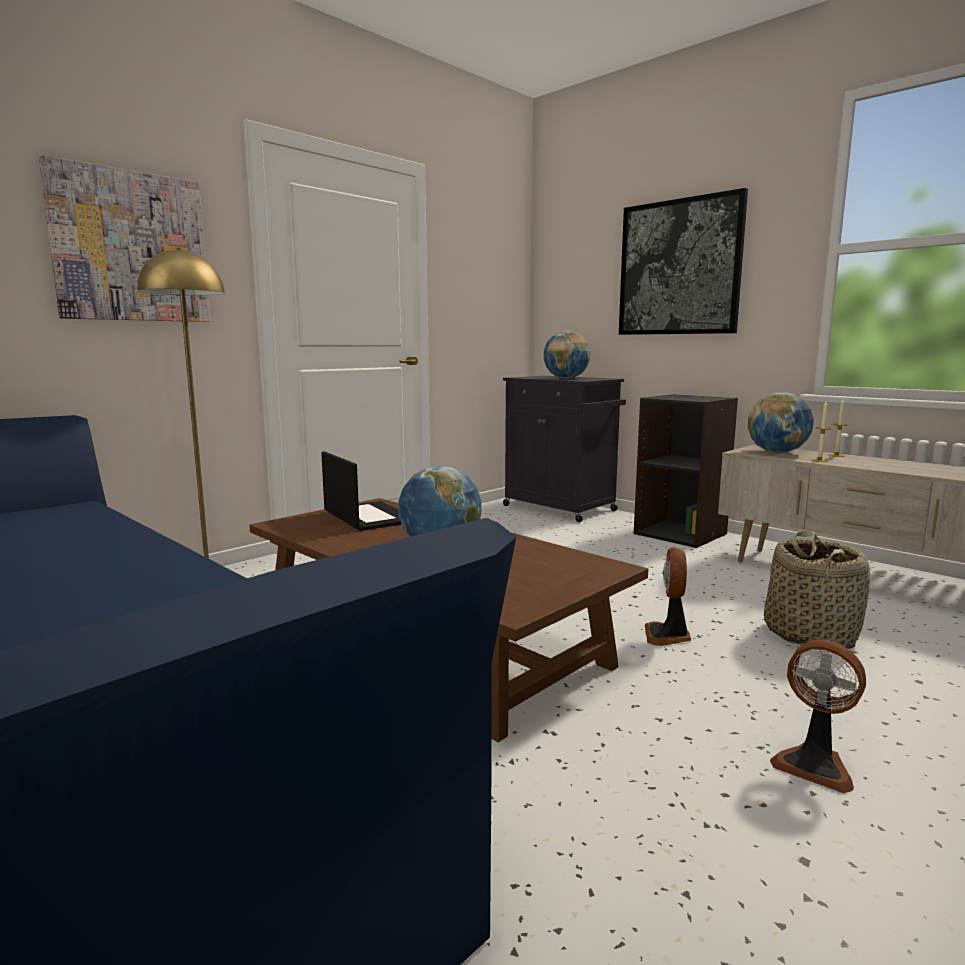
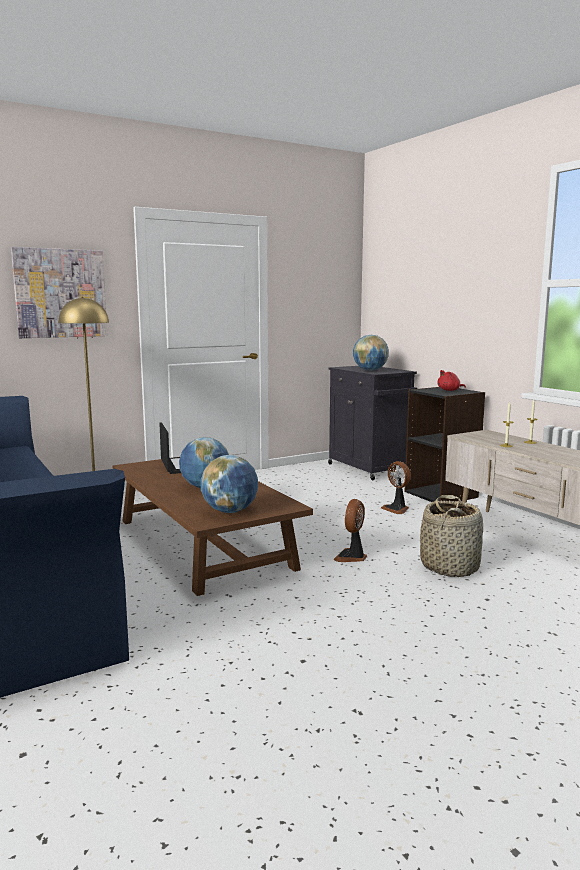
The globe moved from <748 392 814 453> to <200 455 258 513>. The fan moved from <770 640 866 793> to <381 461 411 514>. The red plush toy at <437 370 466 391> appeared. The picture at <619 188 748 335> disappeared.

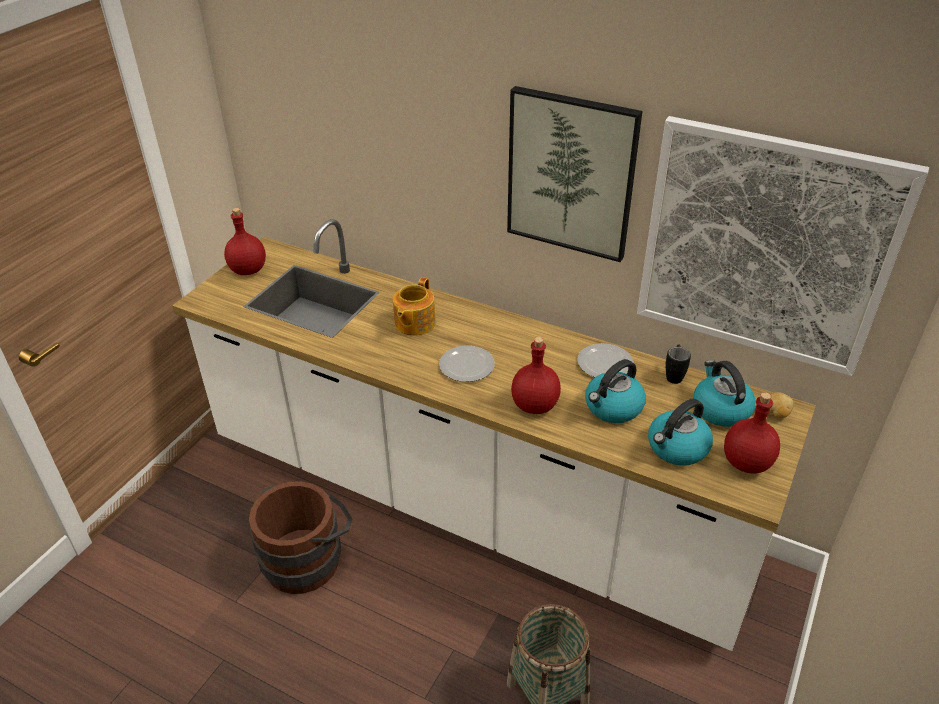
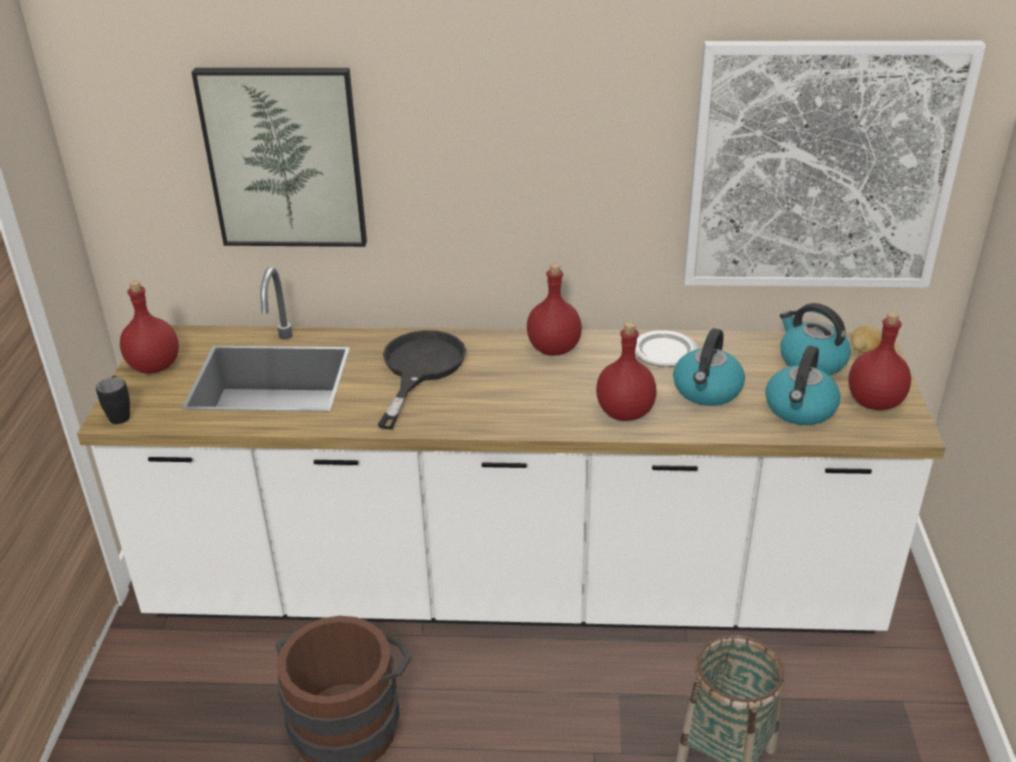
The black mug moved from <665 344 691 384> to <96 376 130 424>. The picture moved from <507 86 642 262> to <191 68 367 247>. The teapot at <393 277 436 336> was replaced by the black frying pan at <378 330 466 429>. The red bottle at <527 263 582 356> appeared. The plate at <439 345 495 382> disappeared.

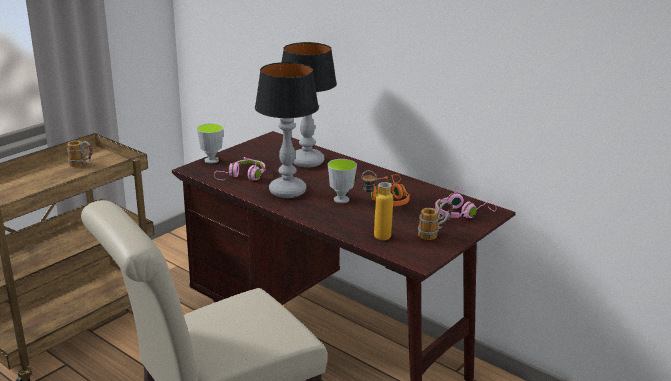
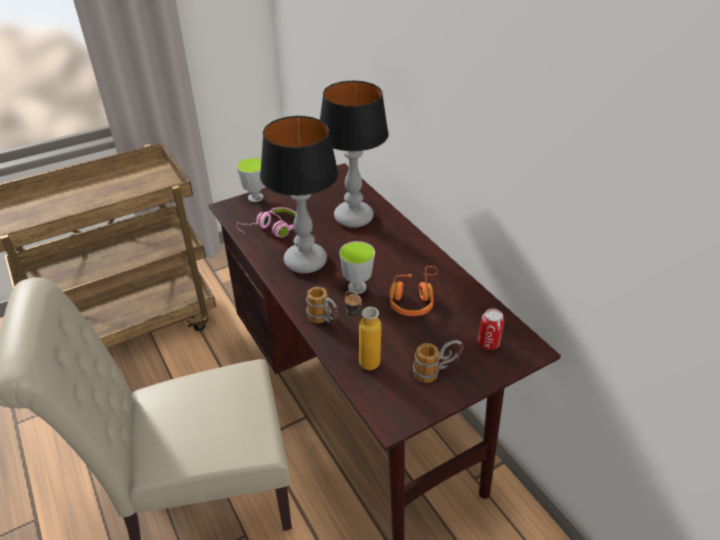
The mug moved from <67 140 93 167> to <306 287 339 324>. The pink headphones at <435 186 496 218> was replaced by the can at <478 308 504 350>.

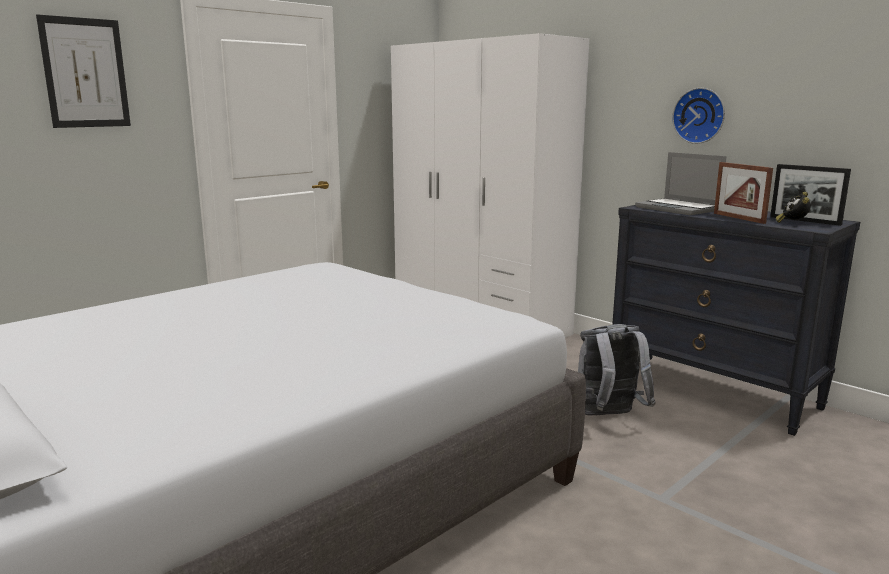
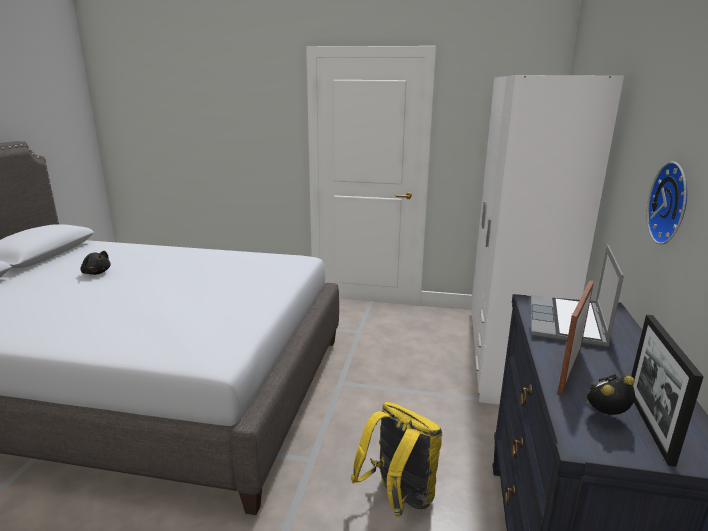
The black plush toy at <80 251 111 275> appeared. The grey backpack at <578 324 656 416> became the yellow backpack at <351 402 443 518>. The picture at <36 14 131 128> disappeared.

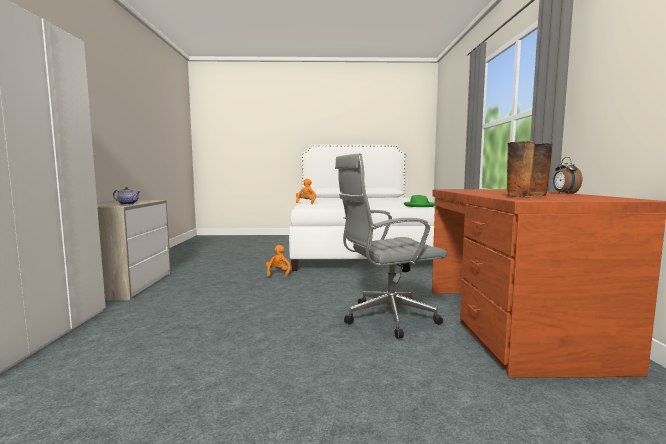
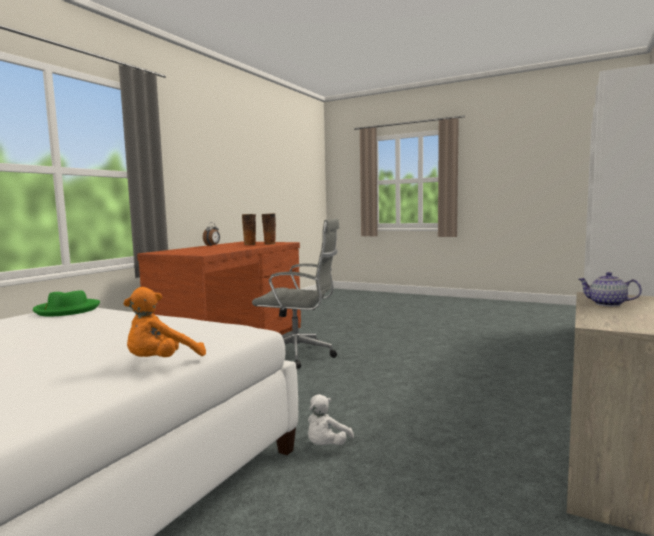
The orange plush toy at <266 245 291 278> became the white plush toy at <308 394 354 445>.

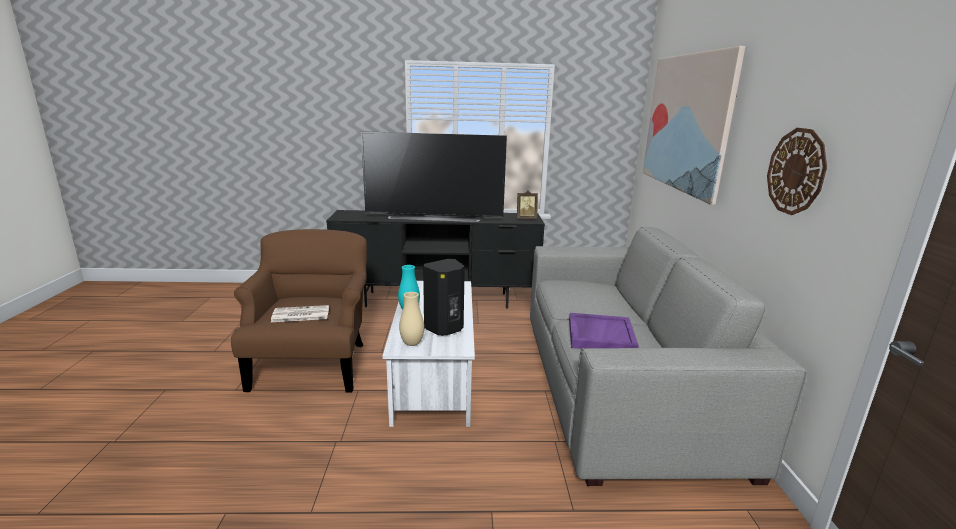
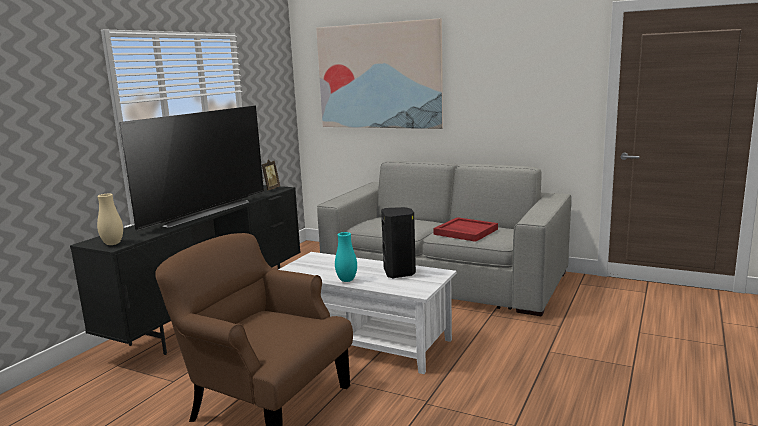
The beige vase moved from <399 292 424 346> to <97 194 123 245>. The purple tray at <569 313 639 349> became the red tray at <433 217 498 242>. The newspaper at <271 305 329 322> disappeared. The wall clock at <767 128 827 215> disappeared.

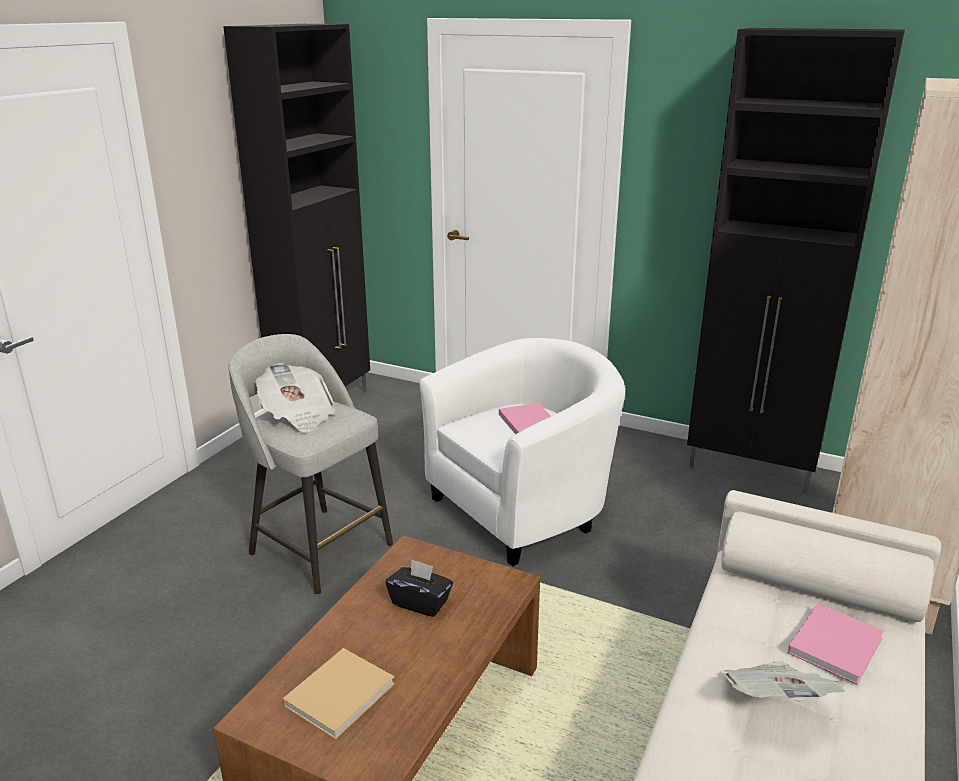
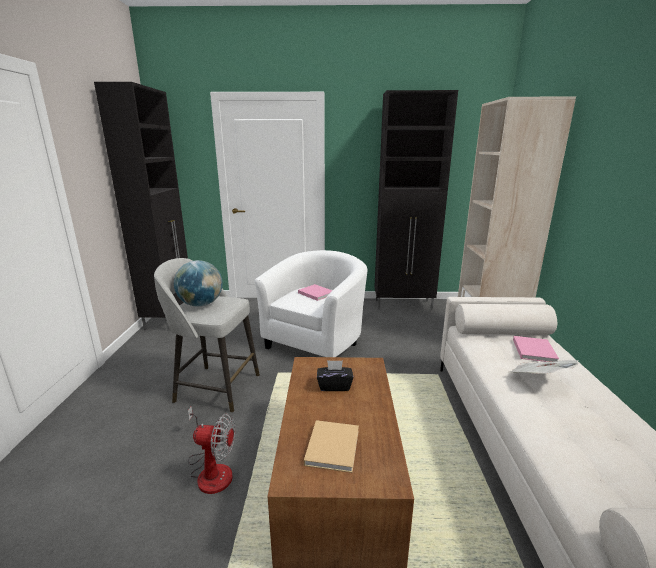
The newspaper at <255 363 336 433> was replaced by the globe at <174 260 223 307>. The fan at <188 406 235 494> appeared.

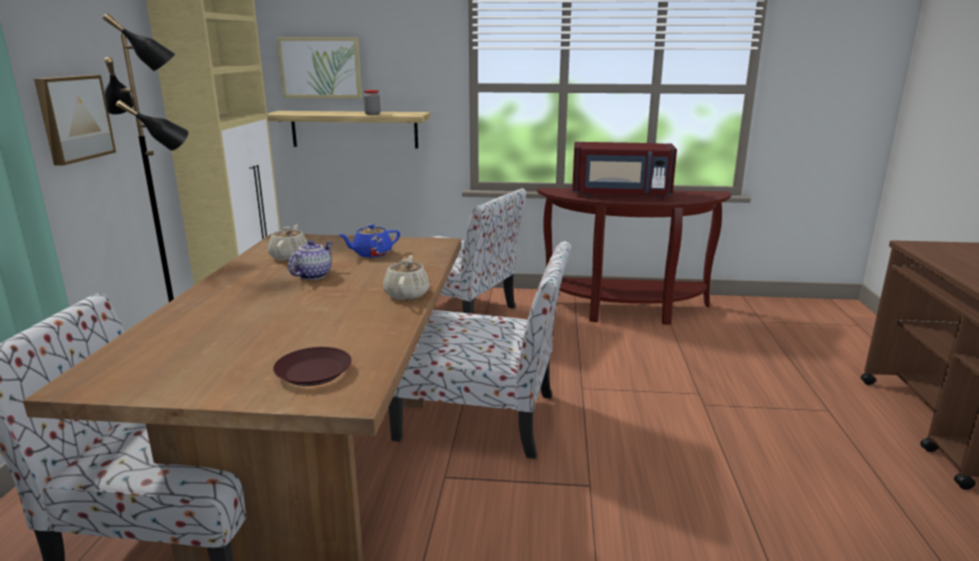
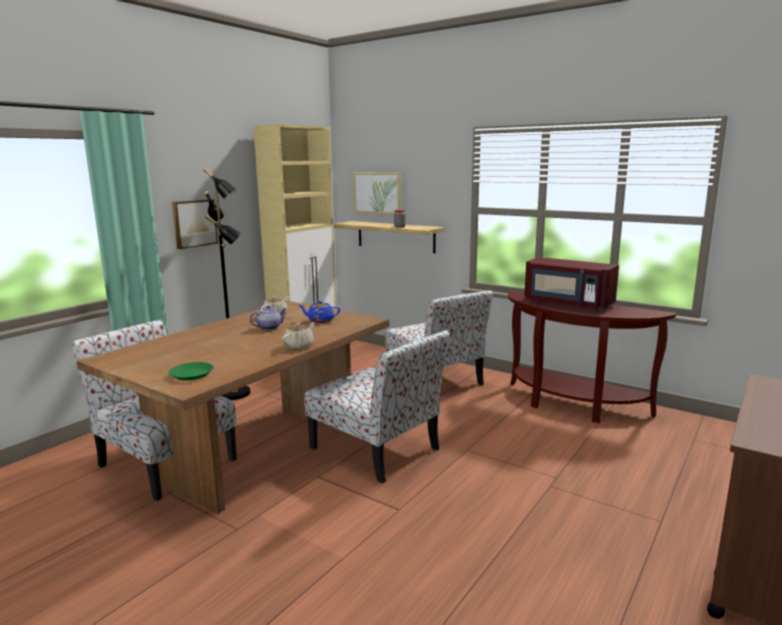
The brown plate at <273 347 352 386> became the green plate at <168 362 214 381>.

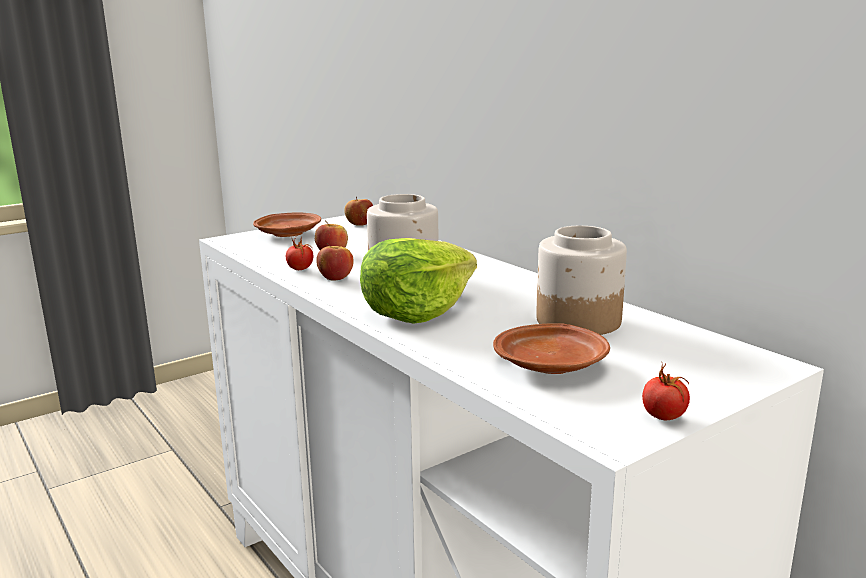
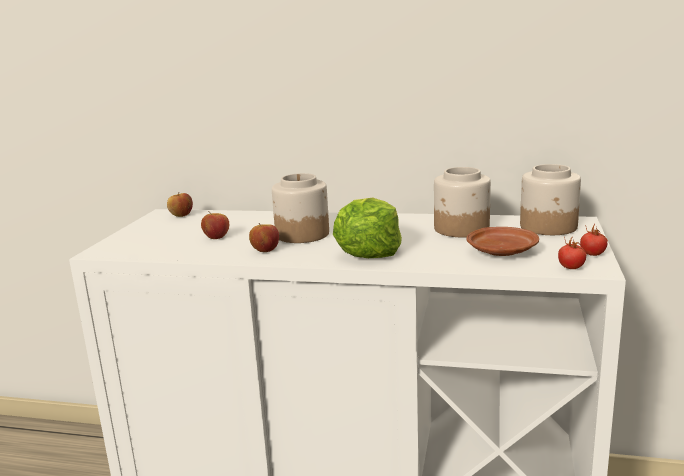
The jar at <520 164 581 235> appeared. The tomato moved from <286 237 314 270> to <558 236 587 269>. The brown plate at <253 212 321 237> disappeared.

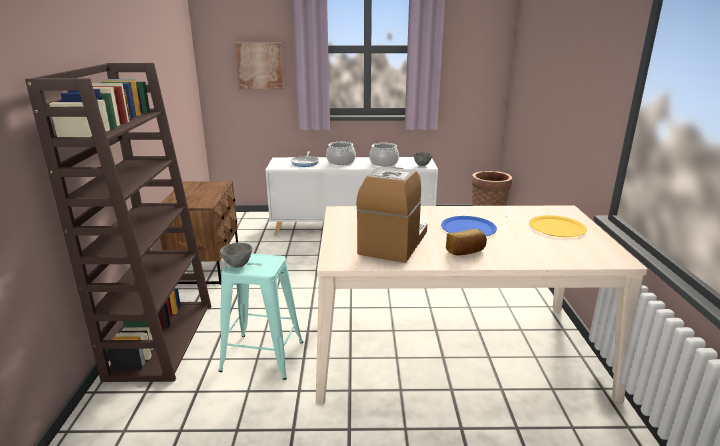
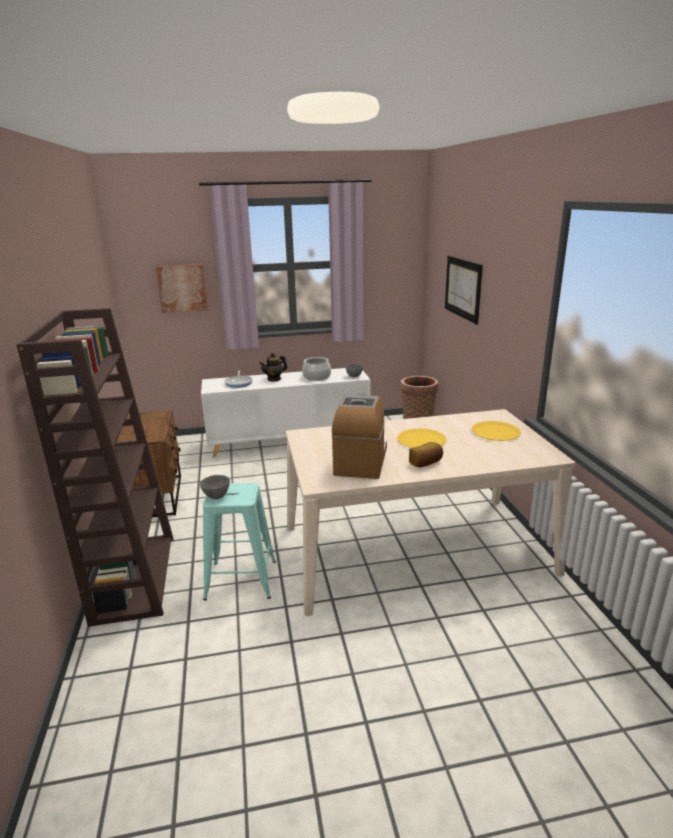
The cooking pot at <326 142 356 165> was replaced by the teapot at <259 353 287 381>. The blue plate at <441 216 497 236> became the yellow plate at <397 428 447 448>. The picture at <445 256 483 325> appeared.

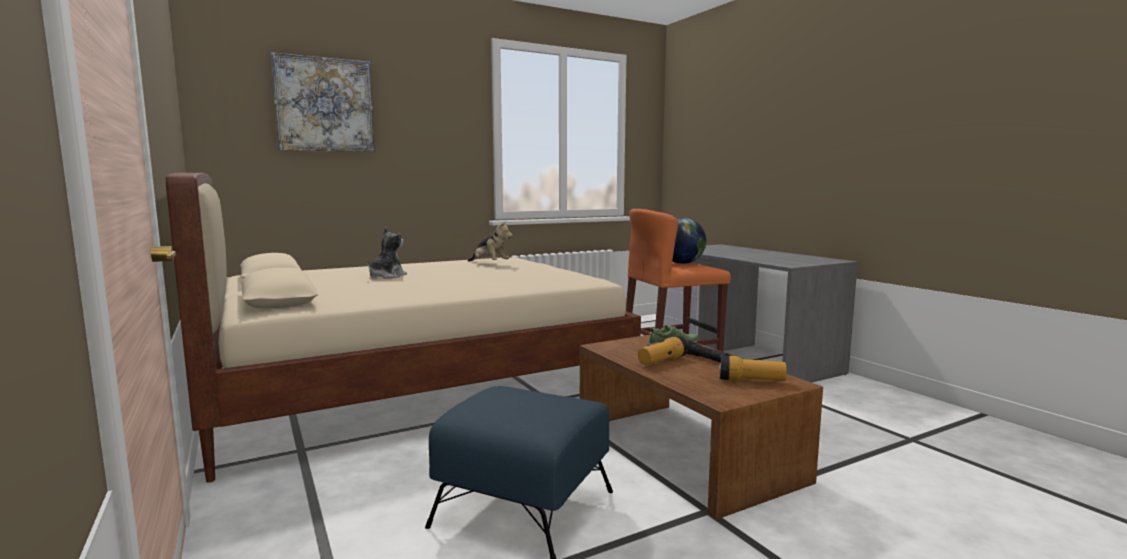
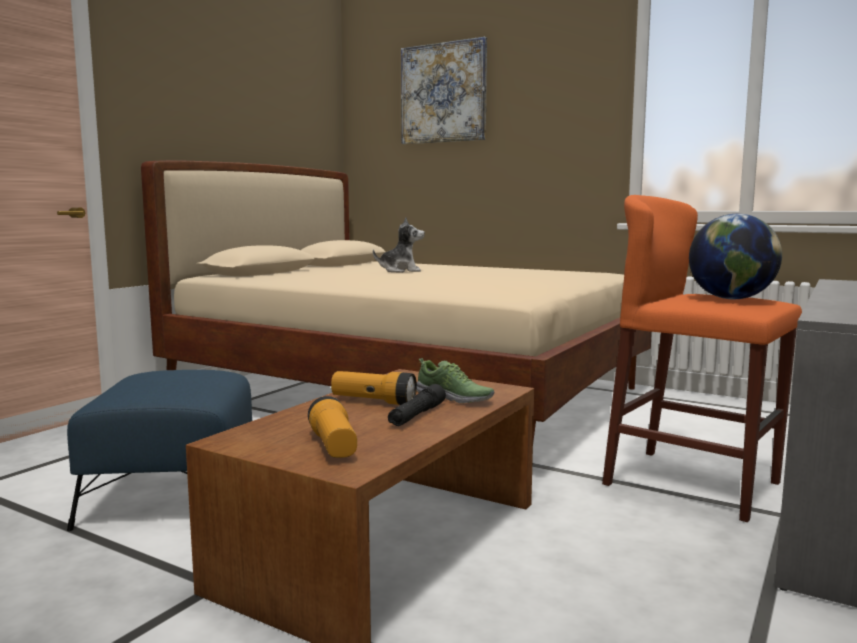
The plush toy at <468 221 513 262> disappeared.

